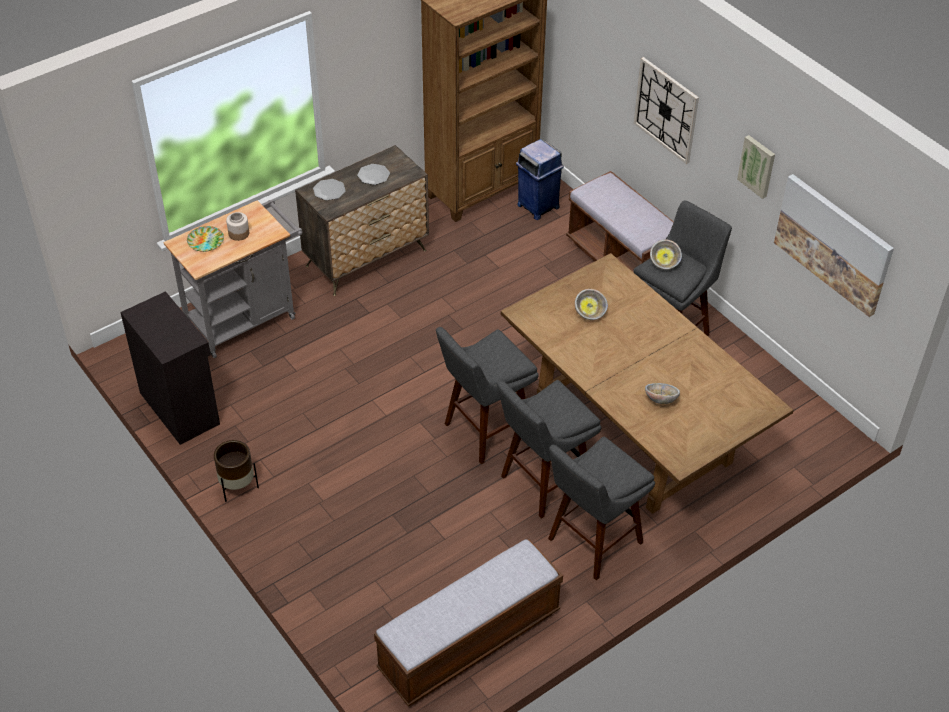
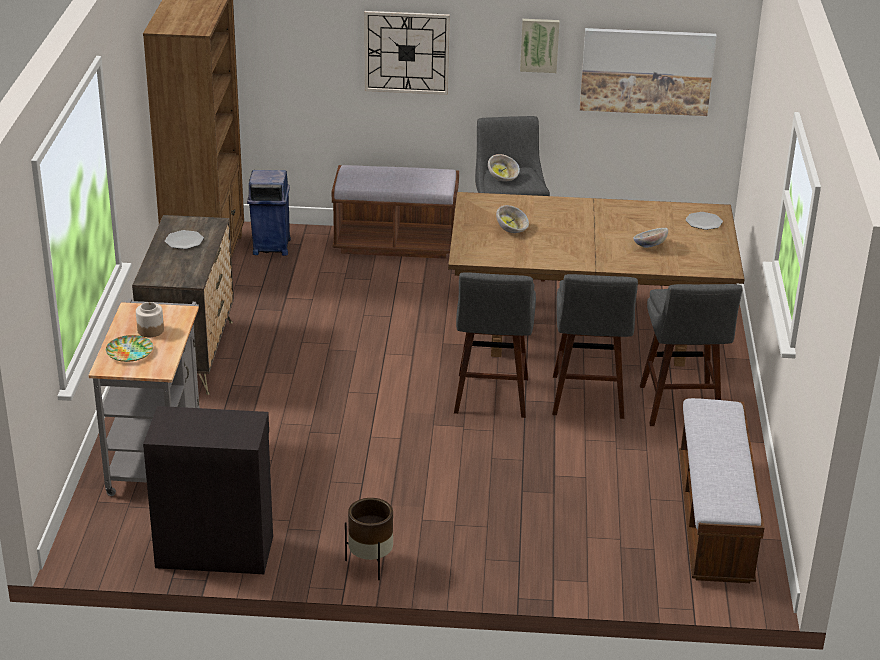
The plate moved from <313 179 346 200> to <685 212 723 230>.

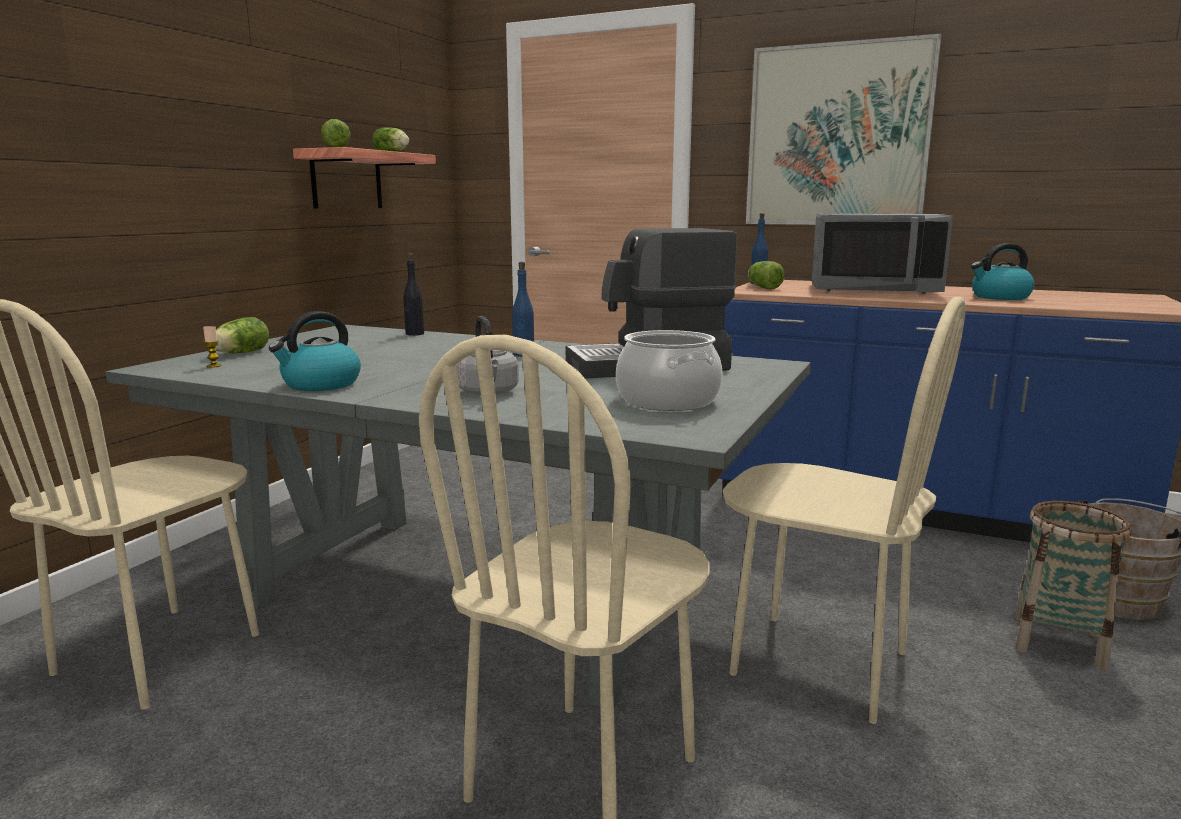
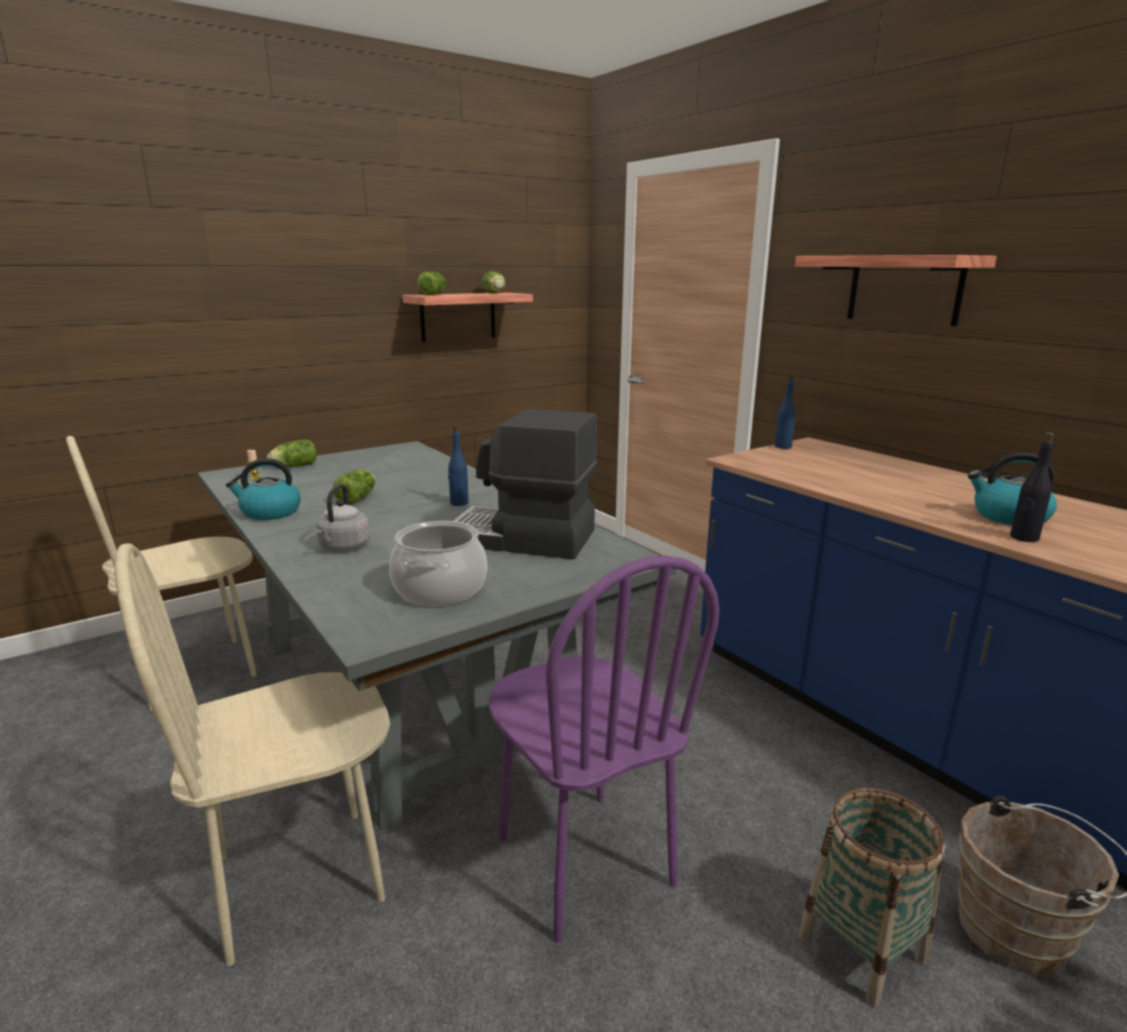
The lettuce moved from <748 261 784 290> to <333 469 376 504>. The beige chair at <722 297 966 724> became the purple chair at <489 555 719 943>. The picture at <746 34 942 225> was replaced by the shelf at <795 255 997 326>. The black bottle moved from <403 253 424 336> to <1010 432 1054 542>. The grey microwave at <811 214 953 294> disappeared.

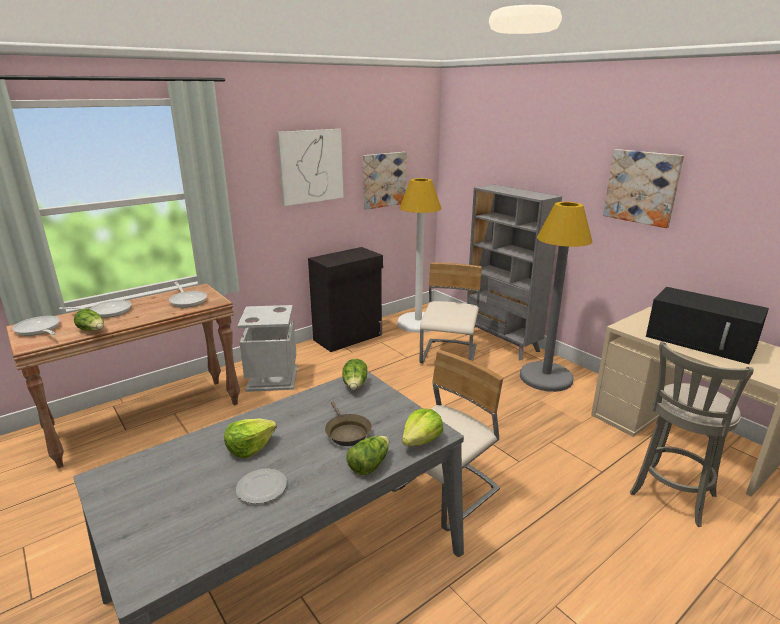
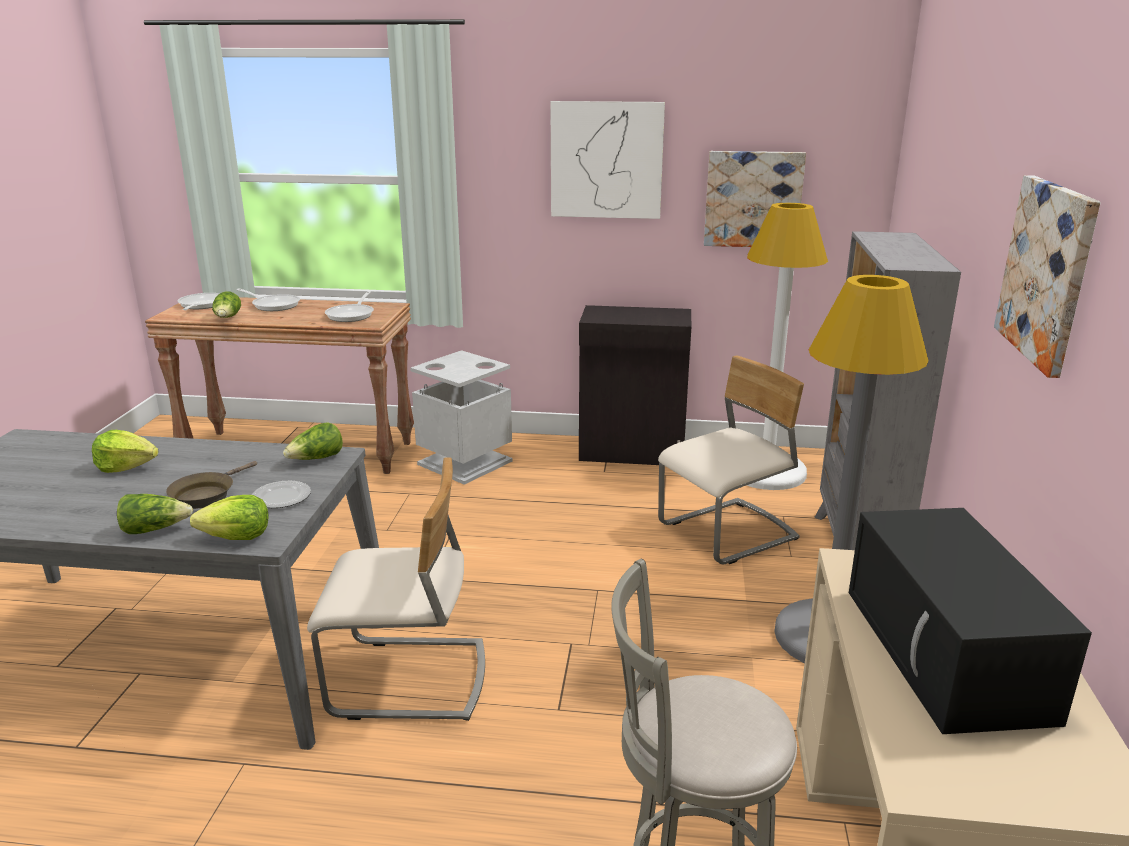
The plate moved from <236 468 287 504> to <252 481 311 508>.

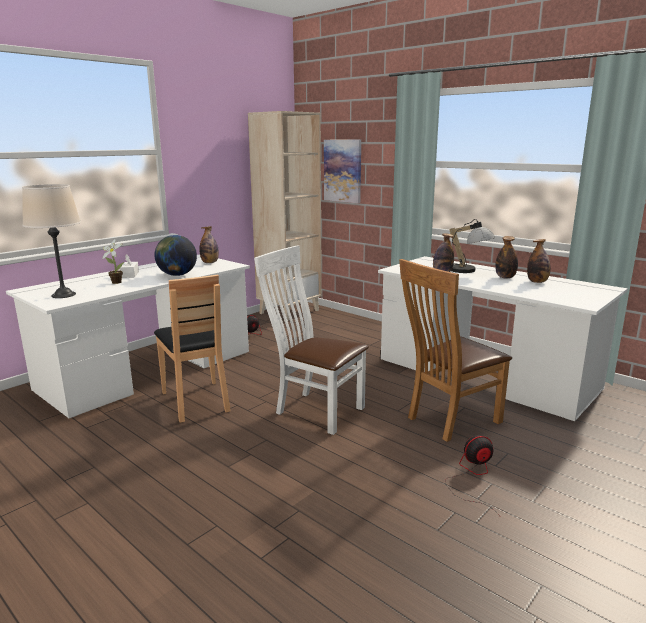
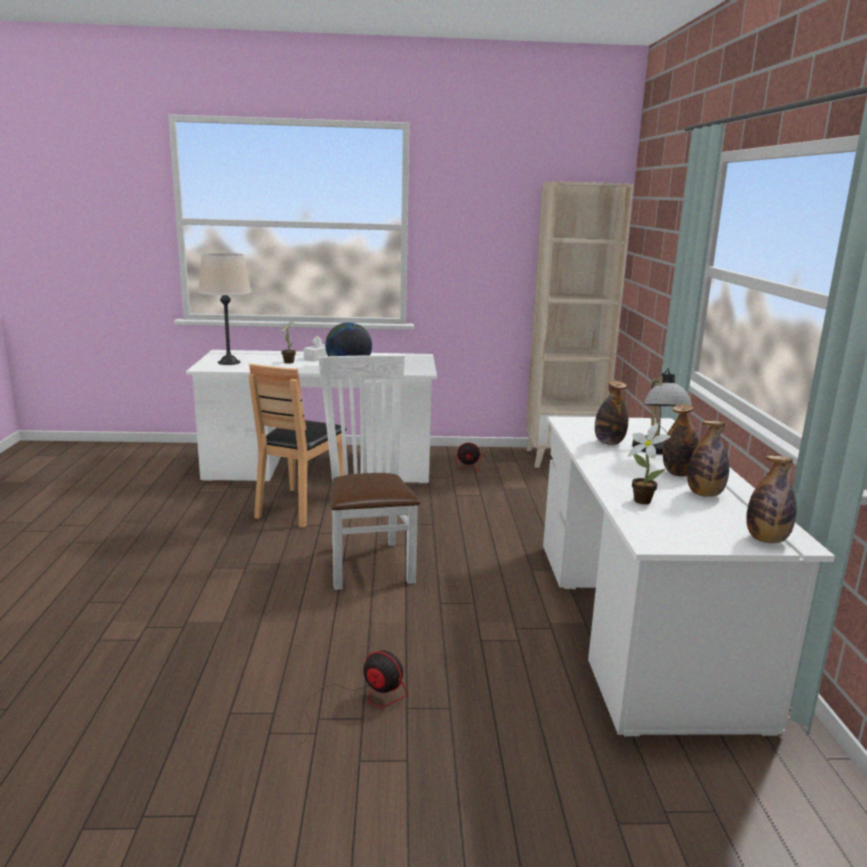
The potted plant at <628 423 671 504> appeared. The bottle moved from <199 226 219 263> to <746 455 797 543>. The picture at <324 140 361 203> disappeared. The brown chair at <399 259 512 442> disappeared.

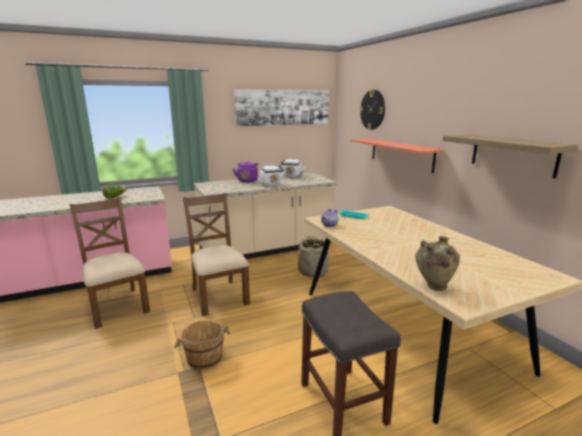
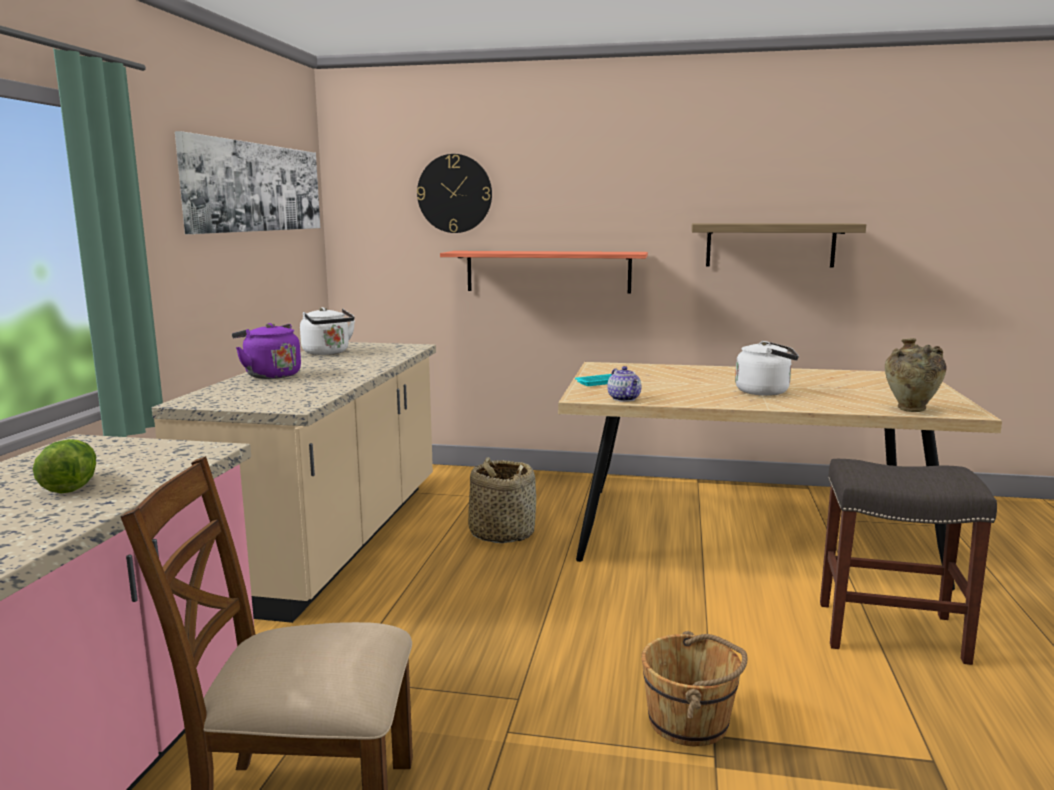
The white kettle moved from <260 164 284 186> to <735 341 799 396>. The brown chair at <183 193 250 316> disappeared.

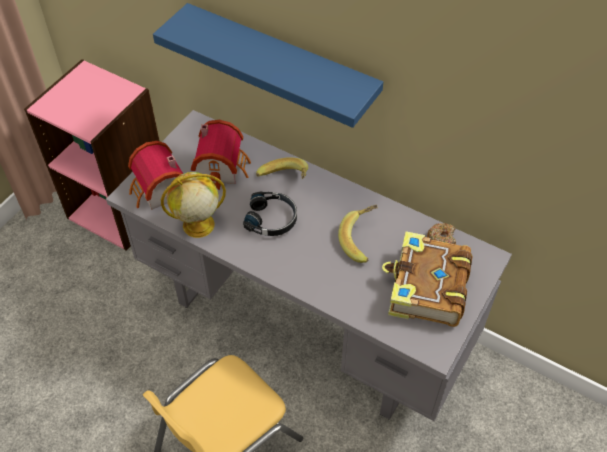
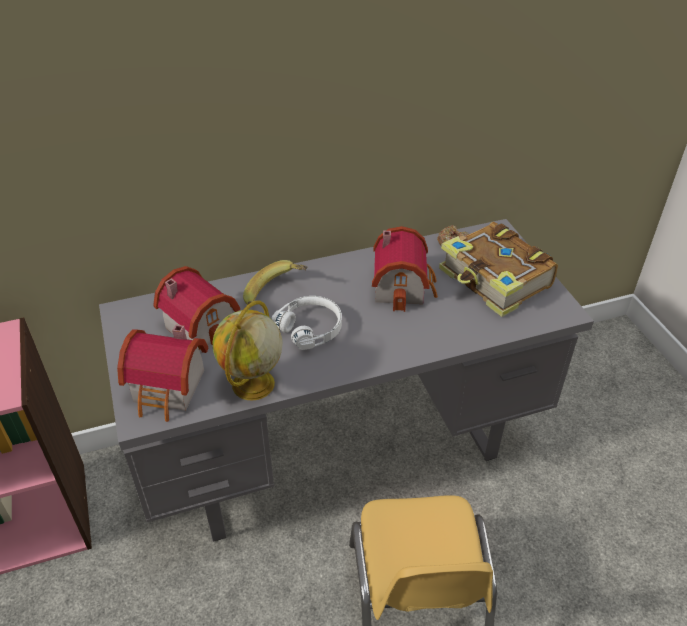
The black headphones at <243 191 297 236> became the white headphones at <272 296 342 350>. The banana at <338 205 377 263> was replaced by the toy house at <372 226 438 312>. The blue shelf at <153 3 383 128> disappeared.

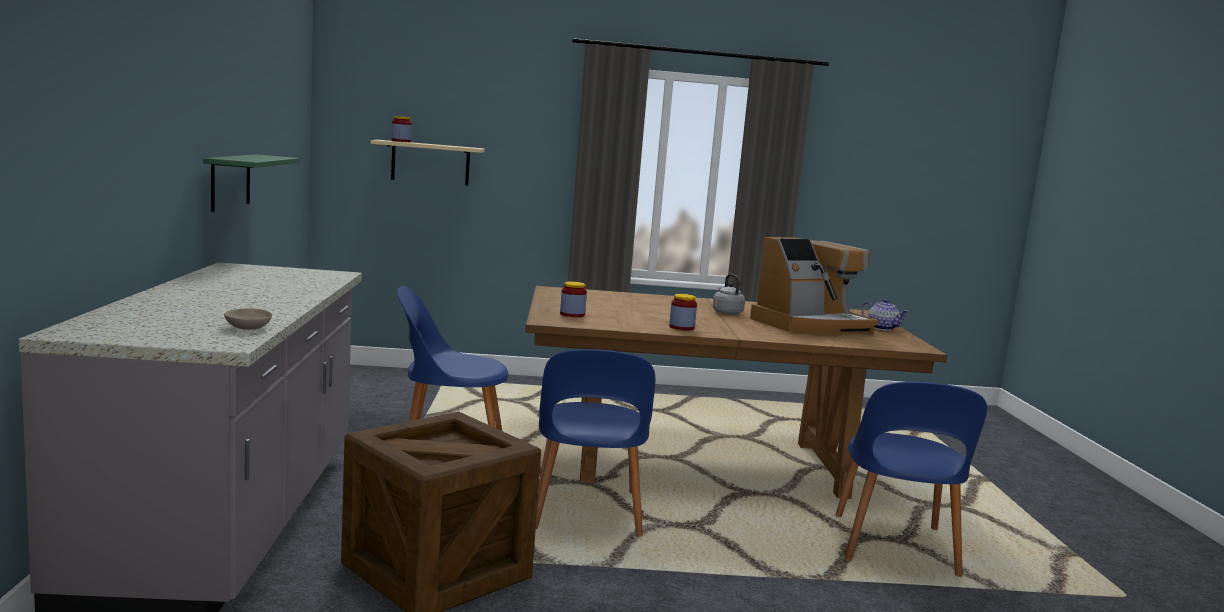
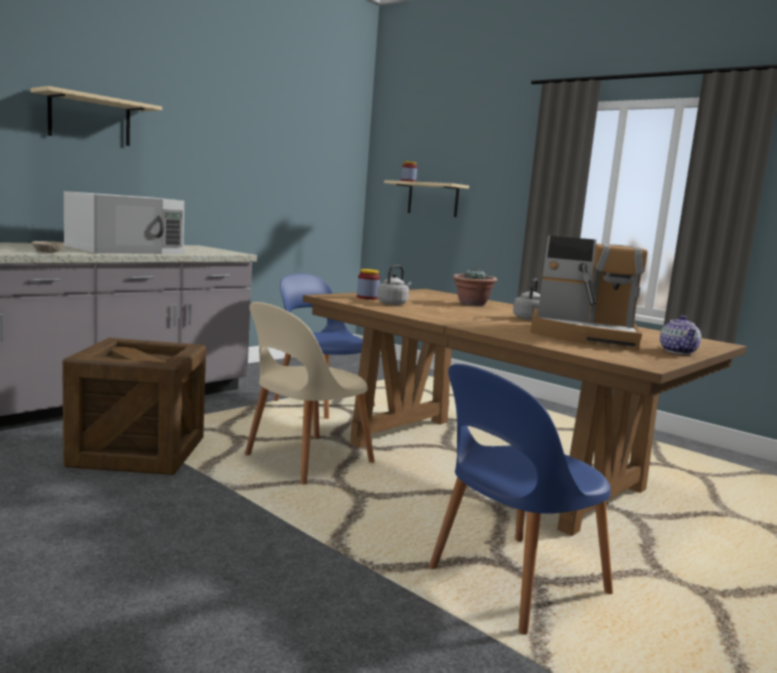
The beige shelf at <30 86 162 146> appeared. The white microwave at <64 191 185 254> appeared. The blue chair at <536 349 655 536> became the beige chair at <245 302 375 484>. The grey kettle at <377 265 412 305> appeared. The potted plant at <453 268 497 306> appeared. The green shelf at <203 154 300 212> disappeared. The jar at <669 294 697 330> disappeared.

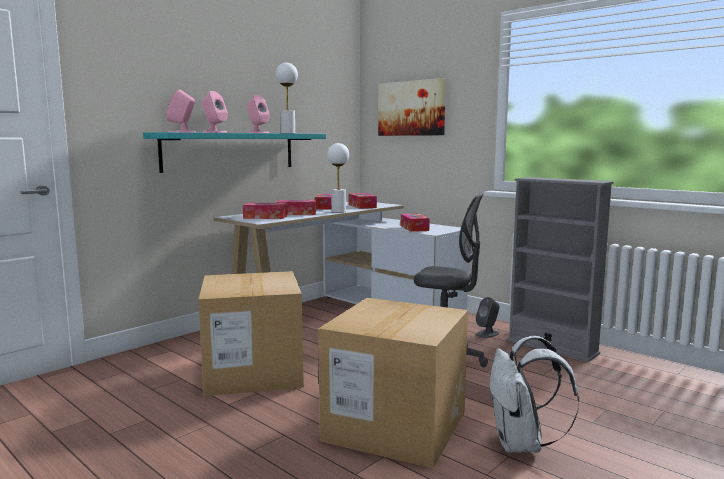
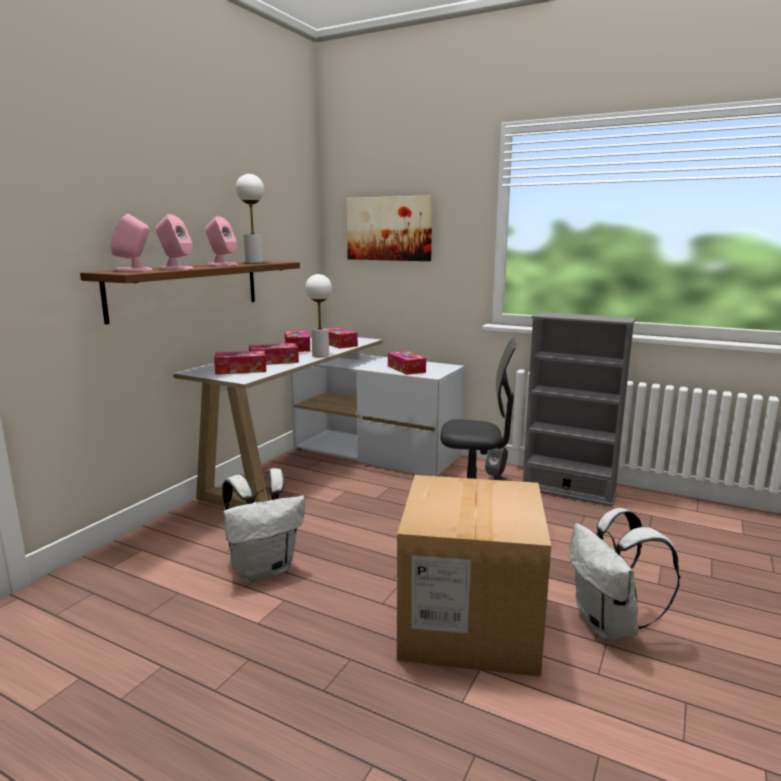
The turquoise shelf at <143 132 326 173> became the brown shelf at <80 261 300 324>. The cardboard box at <198 271 304 396> was replaced by the white backpack at <222 468 305 582>.

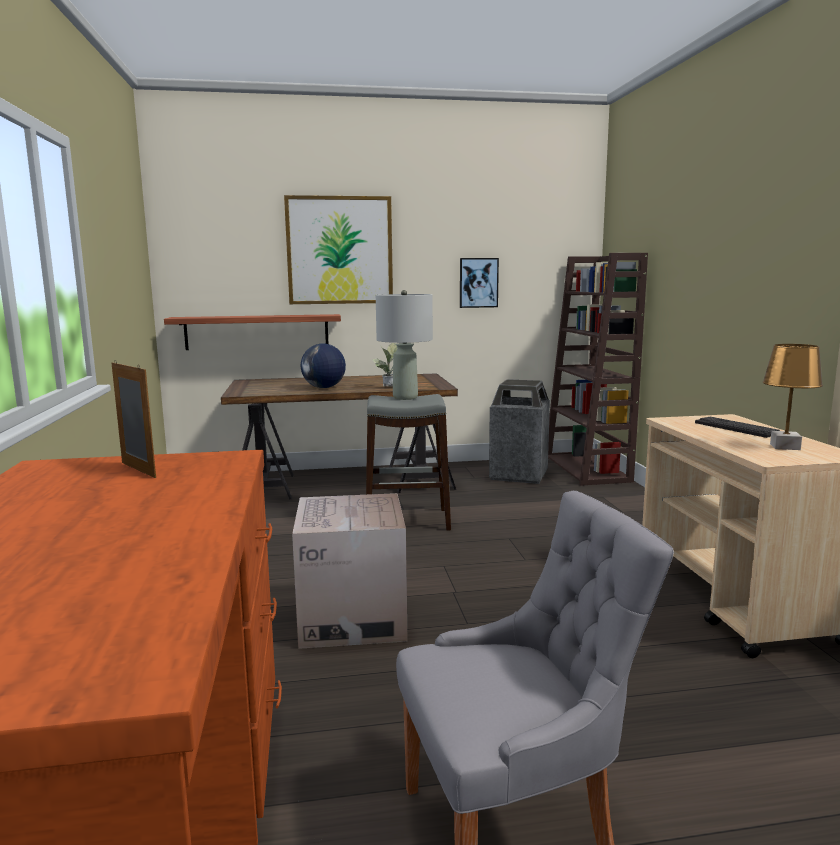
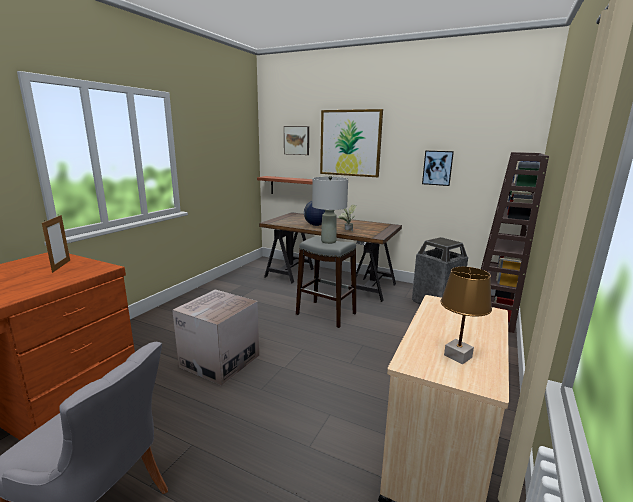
The picture at <284 126 309 155> appeared. The keyboard at <695 417 780 438> disappeared.

